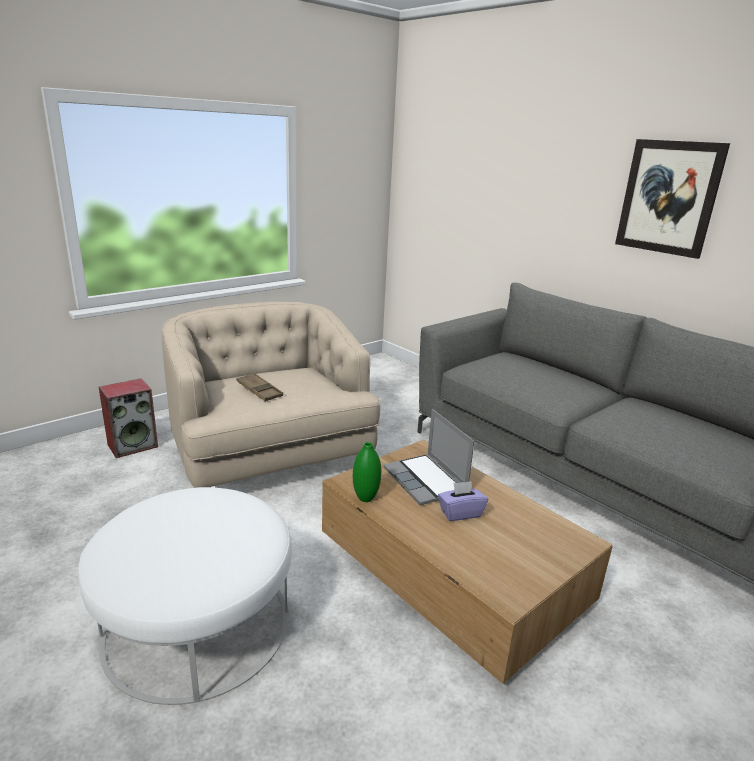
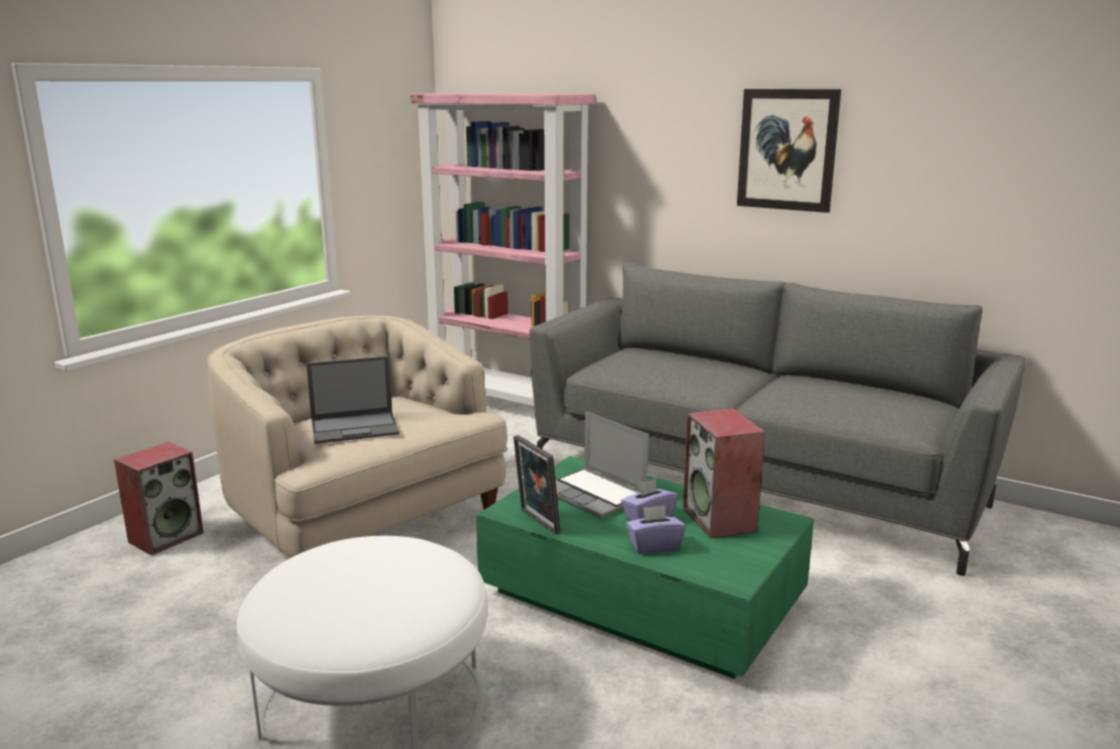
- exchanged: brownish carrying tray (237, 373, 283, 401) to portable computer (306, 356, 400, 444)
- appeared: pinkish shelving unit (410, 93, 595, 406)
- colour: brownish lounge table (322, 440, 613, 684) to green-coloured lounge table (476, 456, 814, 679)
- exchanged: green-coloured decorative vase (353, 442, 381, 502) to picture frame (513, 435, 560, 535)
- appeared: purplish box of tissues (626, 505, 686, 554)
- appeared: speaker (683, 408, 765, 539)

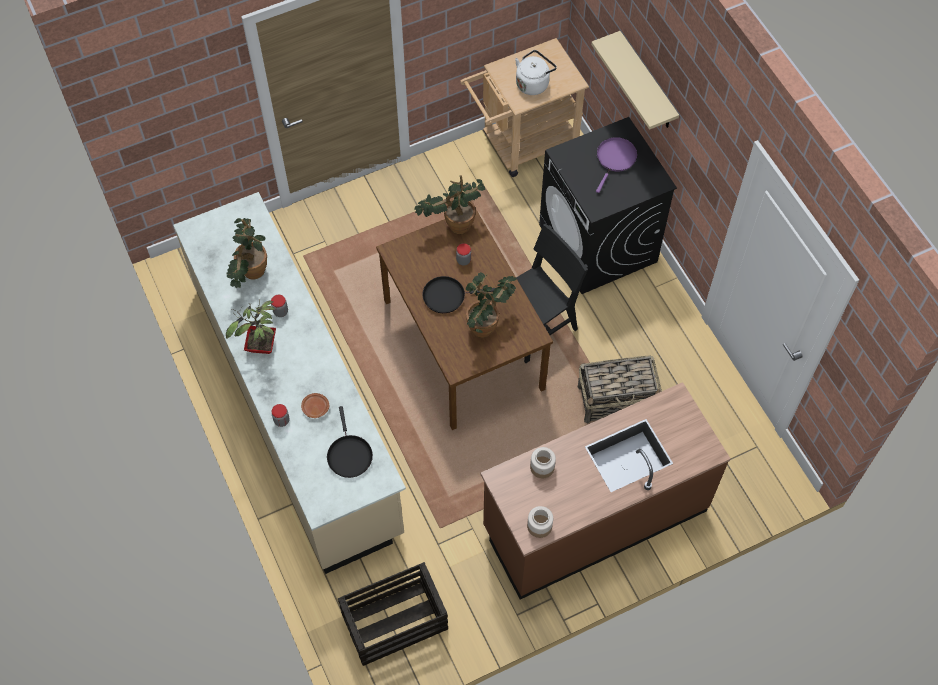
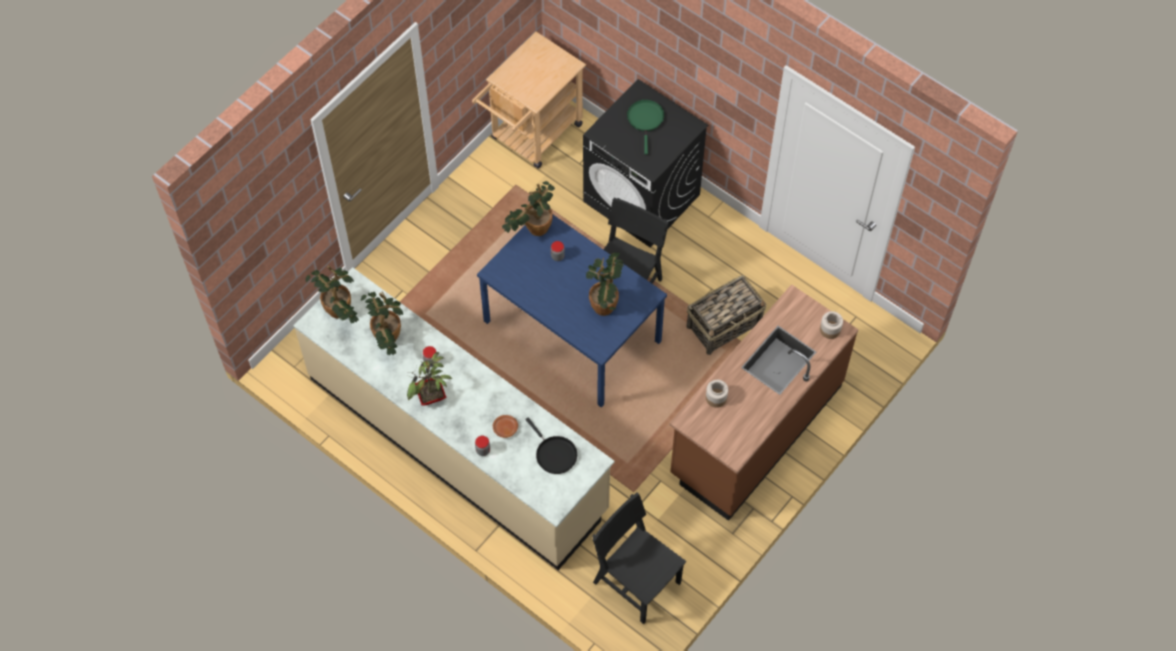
- appeared: houseplant (306, 265, 359, 324)
- colour: brownish kitchen table (376, 208, 553, 430) to bluish kitchen table (477, 215, 667, 407)
- exchanged: packing crate (338, 562, 448, 666) to black-coloured plain chair (592, 493, 686, 624)
- colour: purplish frying pan (596, 137, 638, 193) to green-coloured frying pan (627, 99, 664, 155)
- relocated: storage jar (527, 506, 553, 538) to (820, 311, 843, 339)
- missing: black-coloured frying pan (423, 276, 496, 313)
- missing: white-coloured tea kettle (515, 50, 557, 95)
- missing: beige-coloured bracket shelf (591, 31, 679, 130)

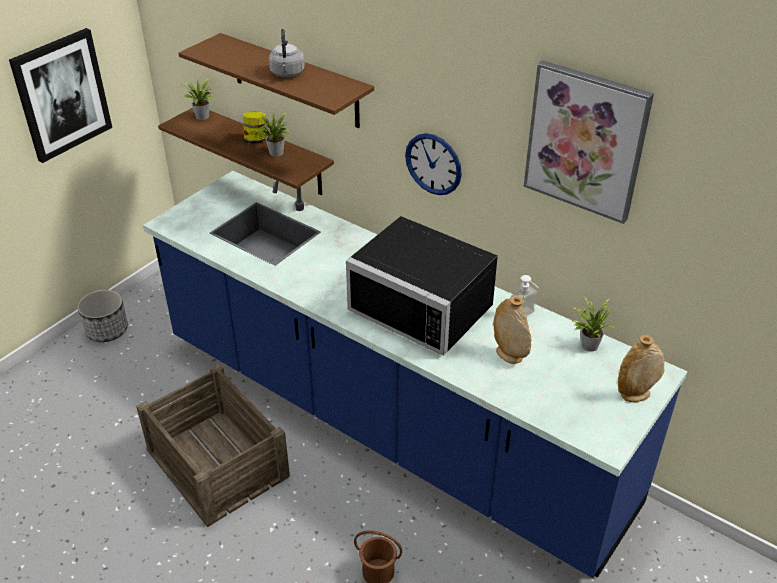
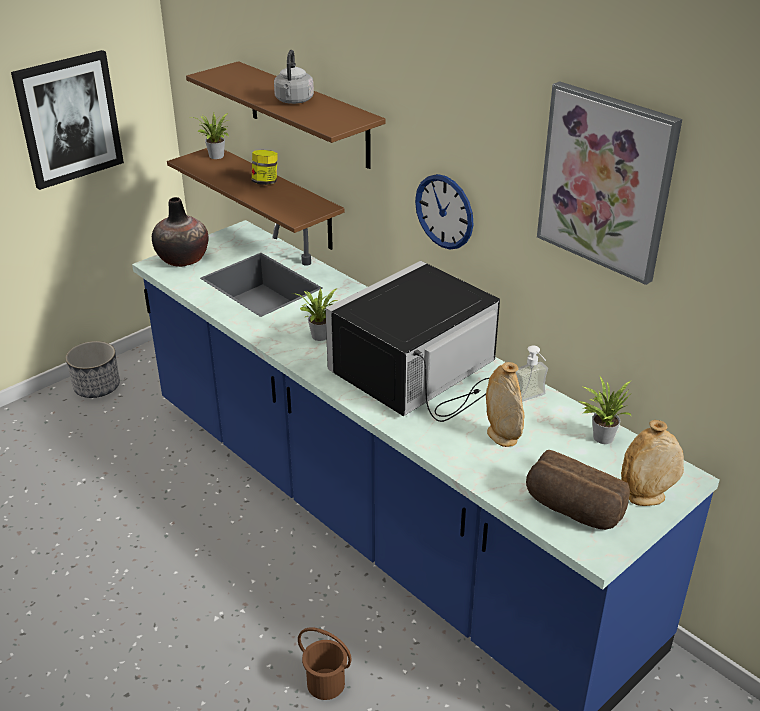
- appeared: decorative vase (152, 197, 208, 267)
- relocated: houseplant (251, 112, 290, 157) to (292, 288, 338, 341)
- spun: black-coloured kitchen microwave (346, 216, 498, 356) = (325, 261, 500, 422) 90 degrees clockwise
- appeared: baked bread (526, 450, 630, 530)
- missing: packing crate (136, 364, 290, 527)

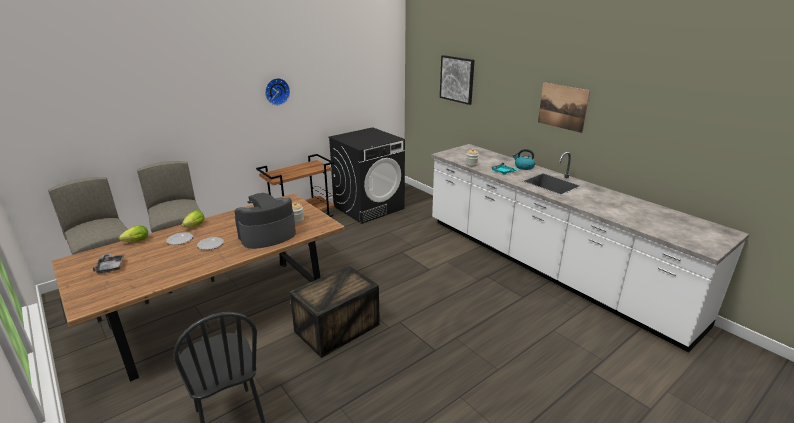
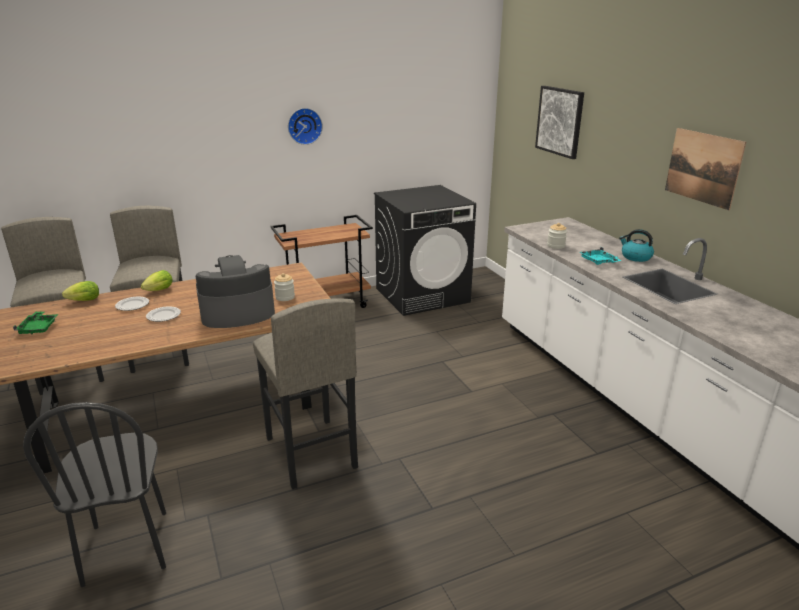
- colour: greyish carrying tray (93, 254, 125, 274) to green-coloured carrying tray (13, 312, 58, 335)
- exchanged: packing crate (289, 266, 380, 358) to greyish sitting stool (253, 298, 358, 489)

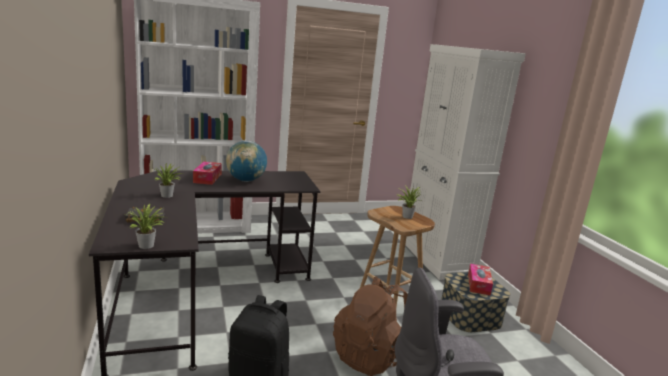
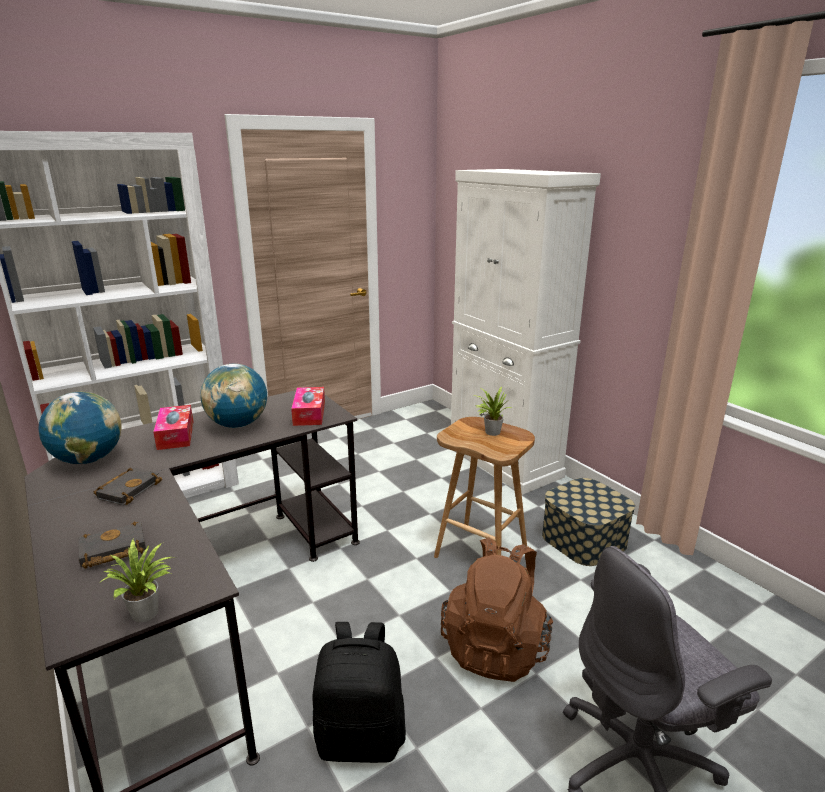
- appeared: desk globe (38, 391, 122, 464)
- exchanged: houseplant (154, 163, 182, 198) to black-coloured book (94, 468, 162, 505)
- relocated: box of tissues (468, 264, 493, 296) to (291, 387, 325, 426)

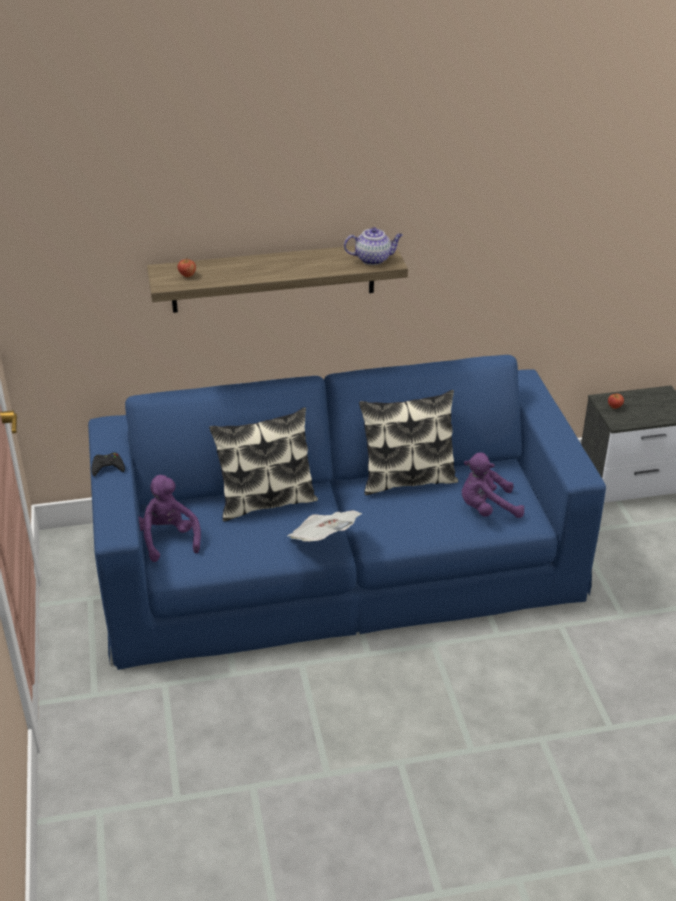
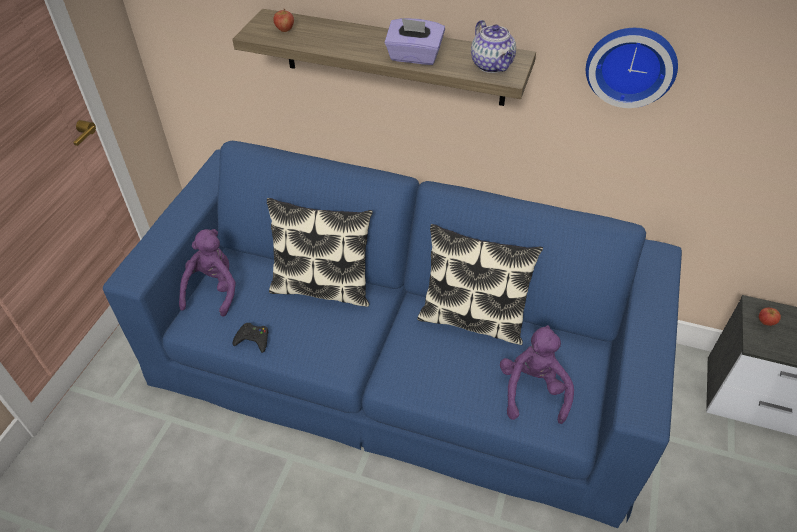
- relocated: black-coloured game controller (92, 453, 125, 477) to (232, 323, 268, 353)
- appeared: purplish box of tissues (385, 18, 445, 65)
- spun: pot for tea (344, 227, 403, 265) = (471, 20, 516, 73) 45 degrees clockwise
- spun: purplish plush toy (461, 452, 524, 518) = (500, 325, 574, 424) 75 degrees clockwise
- appeared: hanging clock (586, 28, 678, 108)
- missing: daily paper (287, 510, 362, 541)

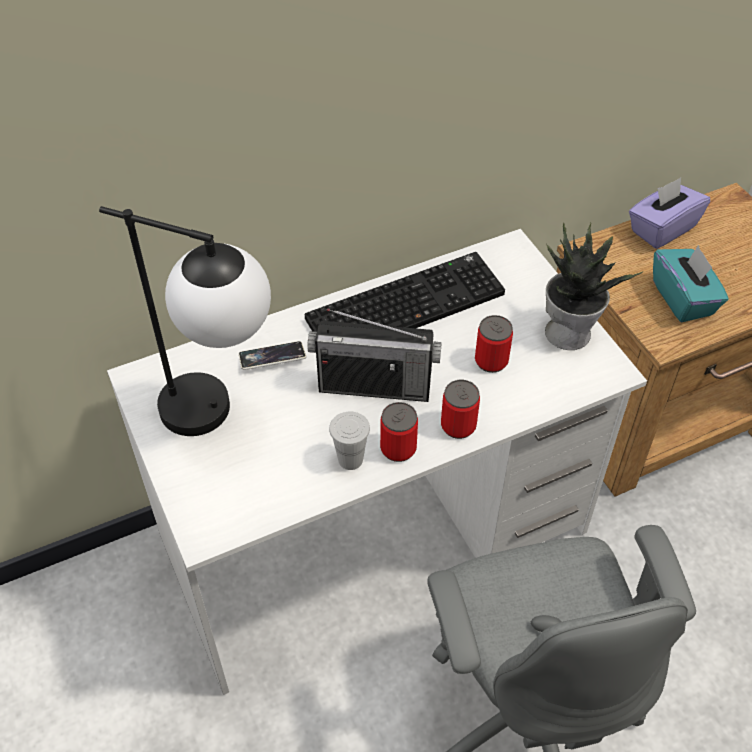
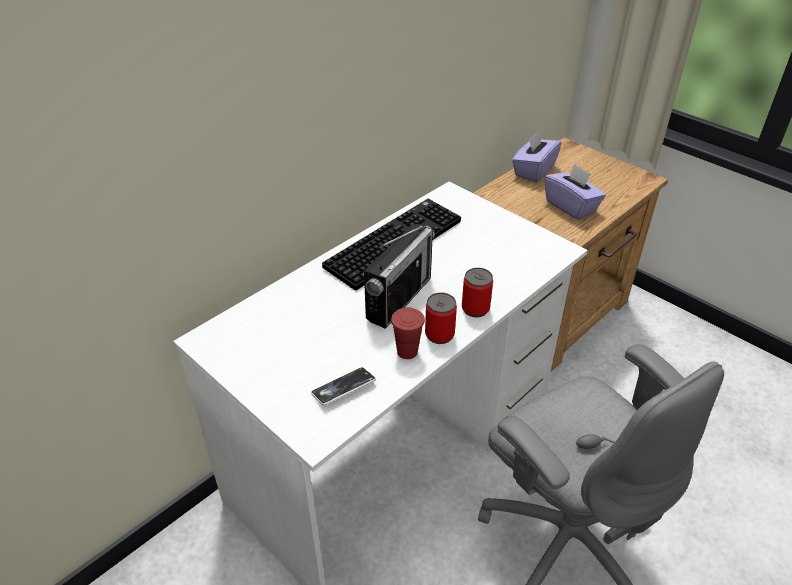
- relocated: phone (238, 341, 306, 370) to (311, 367, 376, 405)
- spun: radio set (307, 308, 442, 402) = (364, 224, 435, 329) 45 degrees counterclockwise
- colour: white-coloured drinking cup (329, 412, 370, 470) to reddish drinking cup (391, 308, 425, 359)
- colour: turquoise box of tissues (653, 245, 729, 322) to purplish box of tissues (544, 164, 606, 220)
- missing: tabletop lamp (99, 206, 271, 436)
- missing: metal can (475, 315, 513, 373)
- missing: houseplant (545, 222, 643, 350)

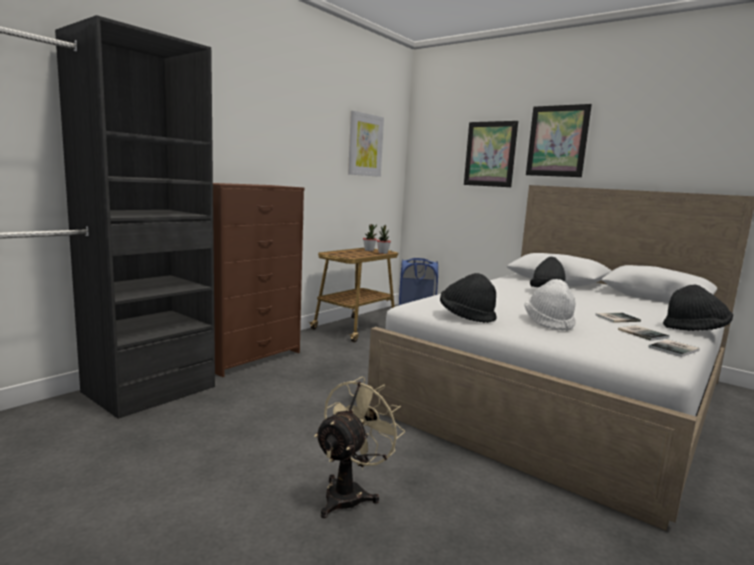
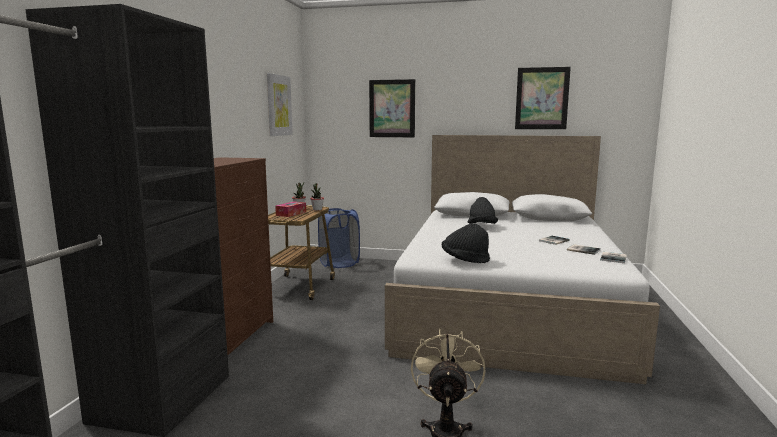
- appeared: box of tissues (275, 201, 306, 217)
- relocated: wall picture (526, 104, 592, 177) to (515, 67, 571, 129)
- missing: white-coloured wearable hat (525, 279, 575, 331)
- missing: black-coloured wearable hat (663, 284, 733, 331)

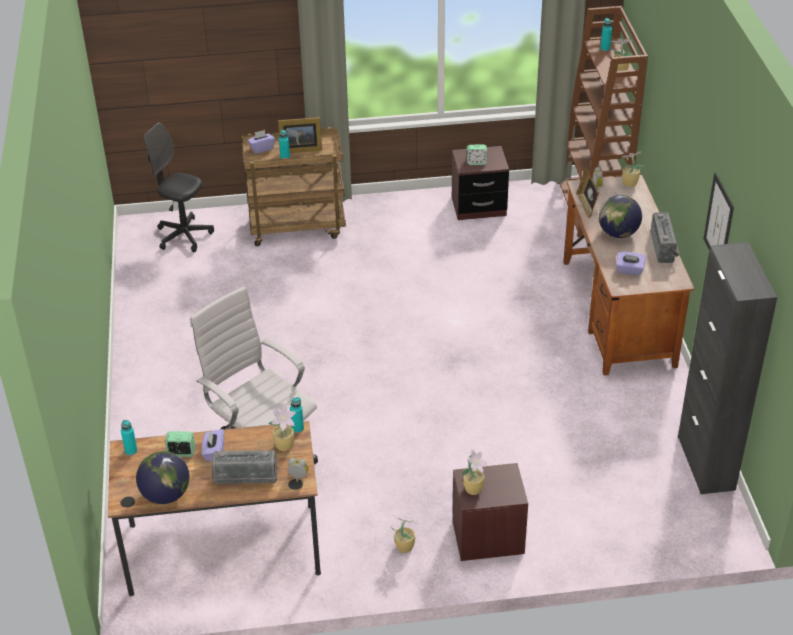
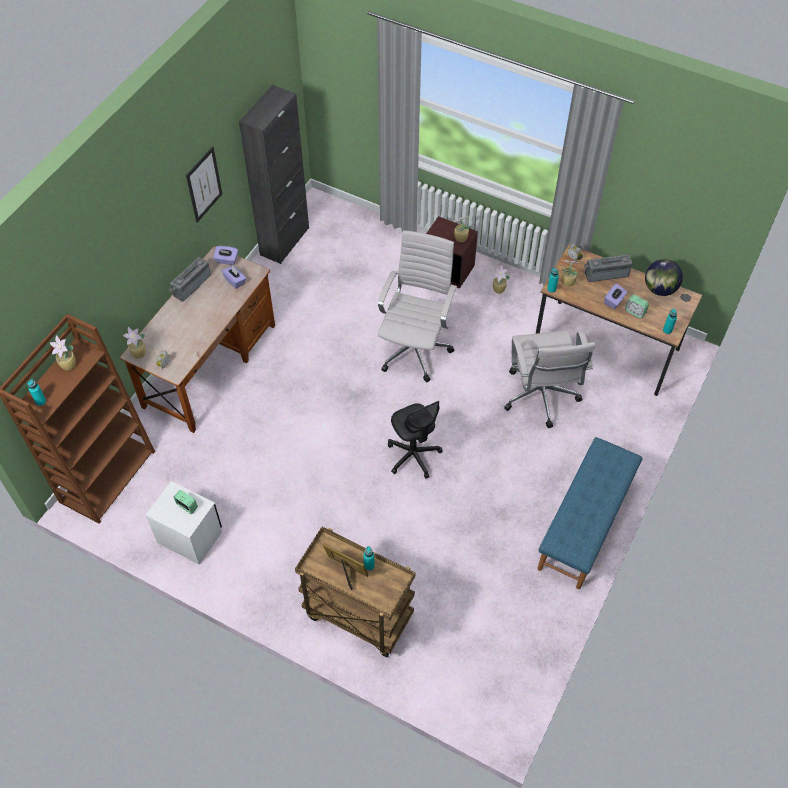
- colour: brownish bedside table (452, 146, 509, 220) to white-coloured bedside table (146, 481, 222, 565)
- relocated: purplish box of tissues (247, 130, 275, 154) to (213, 246, 238, 265)
- appeared: white-coloured desk chair (378, 230, 457, 382)
- relocated: black-coloured desk chair (144, 123, 214, 252) to (388, 401, 443, 479)
- appeared: bluish long seat (537, 437, 643, 589)
- spun: radio set (211, 450, 277, 484) = (584, 254, 632, 282) 45 degrees counterclockwise
- missing: picture frame (576, 168, 599, 219)
- missing: desk globe (599, 195, 642, 238)

